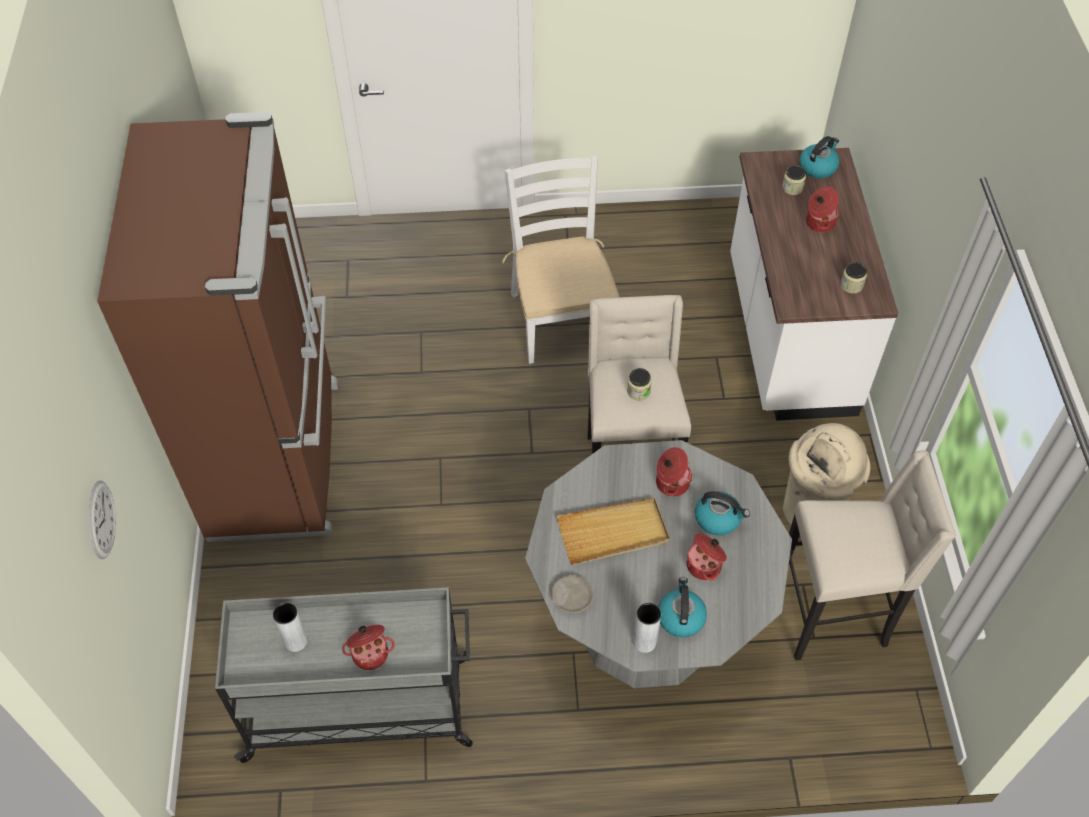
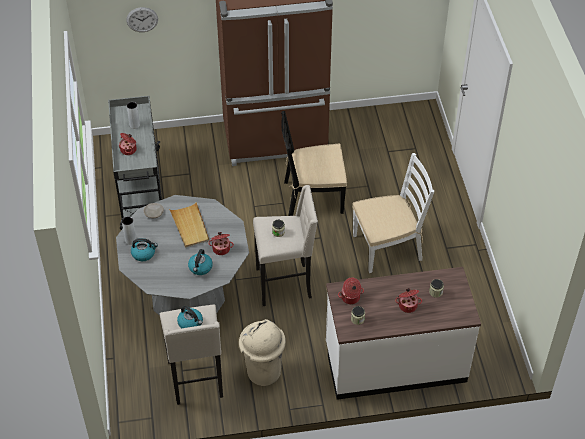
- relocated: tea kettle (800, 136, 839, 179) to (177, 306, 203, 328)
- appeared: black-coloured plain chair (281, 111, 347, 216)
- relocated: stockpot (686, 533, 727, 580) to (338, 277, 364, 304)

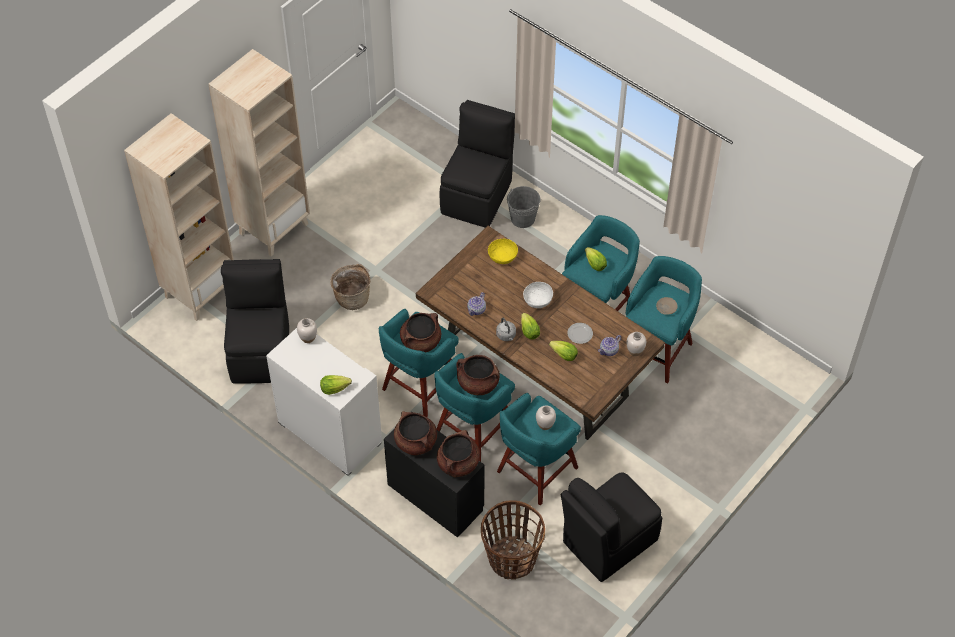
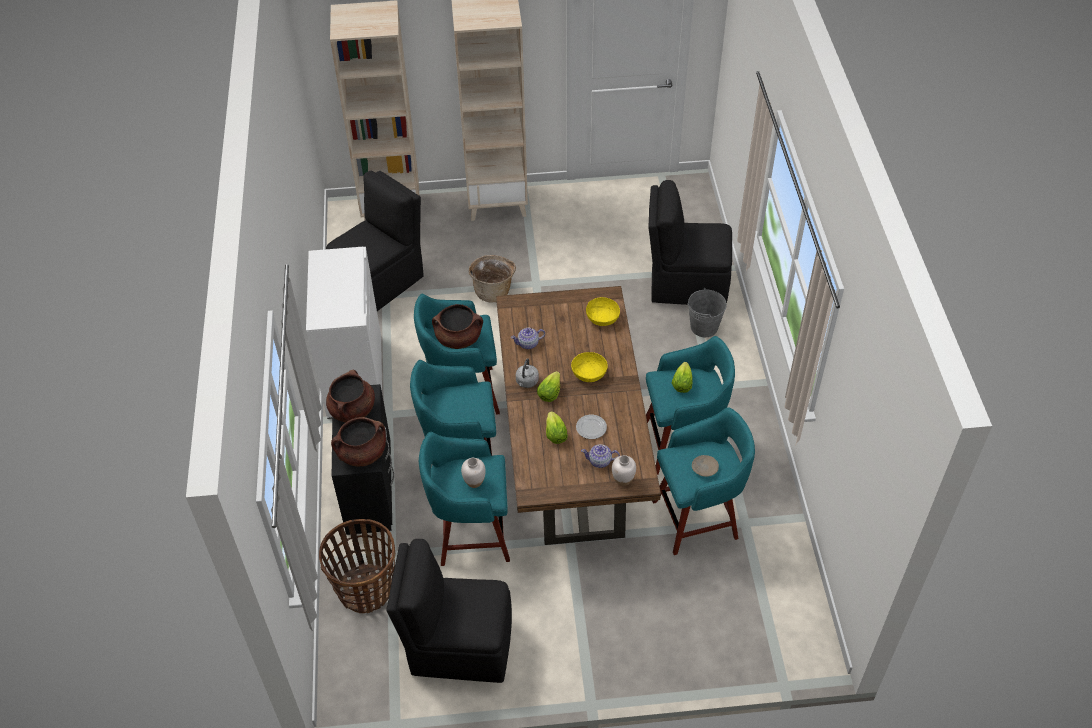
- colour: white-coloured deep dish (523, 282, 553, 308) to yellow deep dish (571, 352, 608, 382)
- spun: black-coloured plain chair (440, 100, 515, 228) = (648, 180, 732, 305) 150 degrees counterclockwise
- missing: white-coloured decorative vase (297, 318, 317, 343)
- missing: head of lettuce (320, 375, 352, 395)
- missing: brownish stockpot (456, 355, 500, 395)

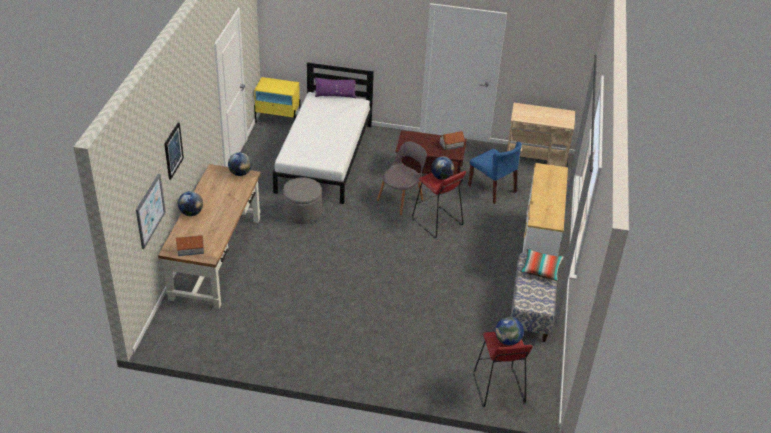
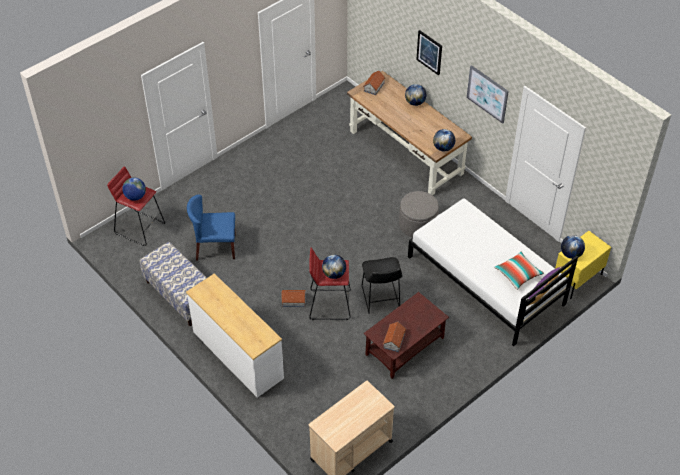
- relocated: bluish plain chair (468, 142, 522, 204) to (187, 195, 236, 261)
- appeared: miniature house (281, 290, 306, 307)
- exchanged: greyish plain chair (377, 141, 427, 215) to black-coloured sitting stool (361, 257, 403, 314)
- relocated: wall picture (136, 174, 166, 249) to (467, 65, 509, 124)
- relocated: cushion (520, 249, 564, 281) to (494, 252, 544, 290)
- appeared: desk globe (561, 235, 585, 259)

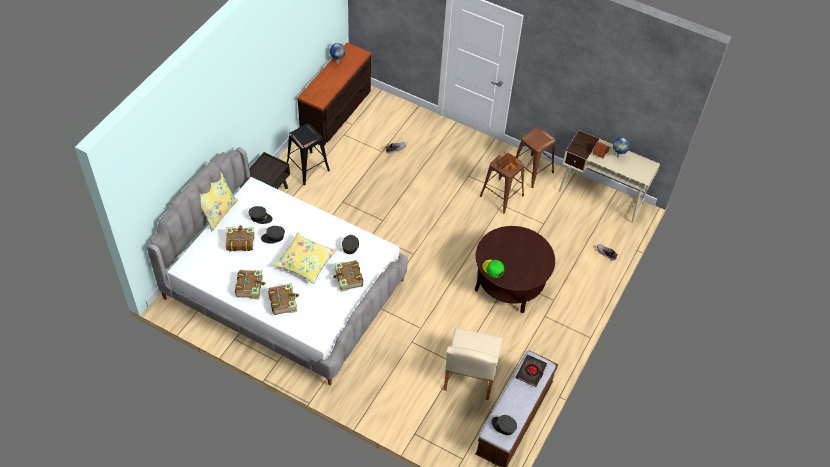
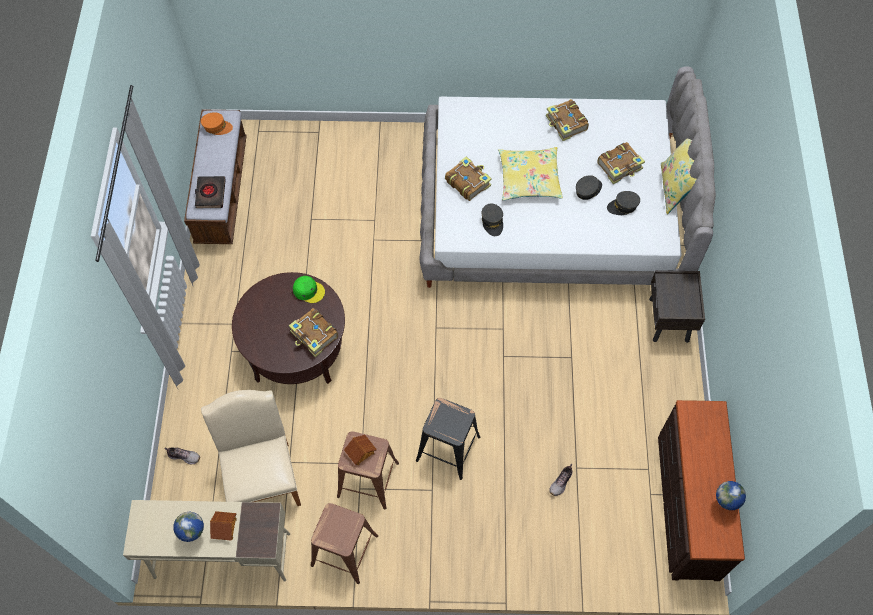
- colour: greyish cap (491, 415, 517, 435) to orange cap (201, 112, 233, 135)
- relocated: beige-coloured plain chair (444, 328, 502, 400) to (201, 390, 301, 506)
- relocated: book (268, 283, 300, 315) to (289, 308, 338, 357)
- relocated: black-coloured sitting stool (287, 124, 330, 185) to (416, 398, 480, 480)

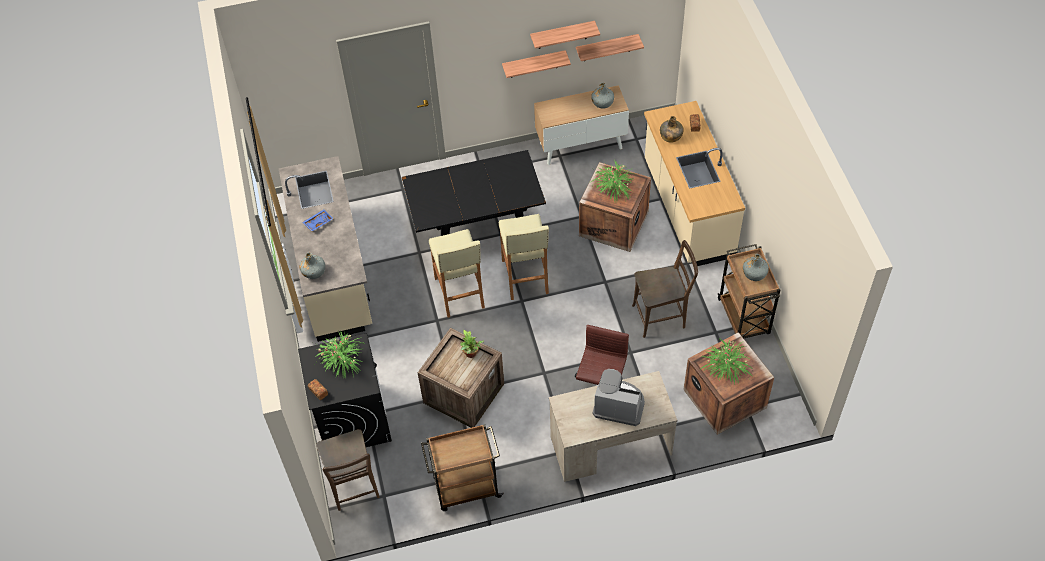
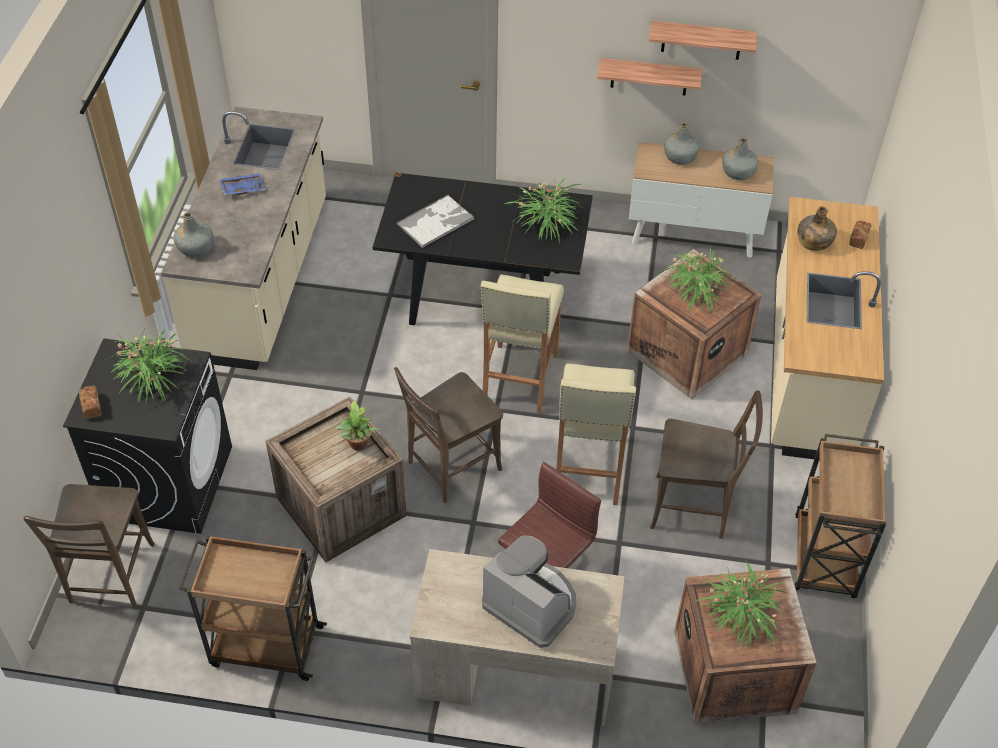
- appeared: brownish plain chair (394, 367, 503, 503)
- appeared: carrying tray (396, 194, 475, 248)
- appeared: houseplant (505, 178, 584, 244)
- relocated: beige-coloured sitting stool (429, 229, 485, 318) to (556, 363, 636, 505)
- relocated: greyish beverage bottle (743, 254, 769, 281) to (664, 122, 699, 165)
- missing: bracket shelf (576, 34, 644, 61)

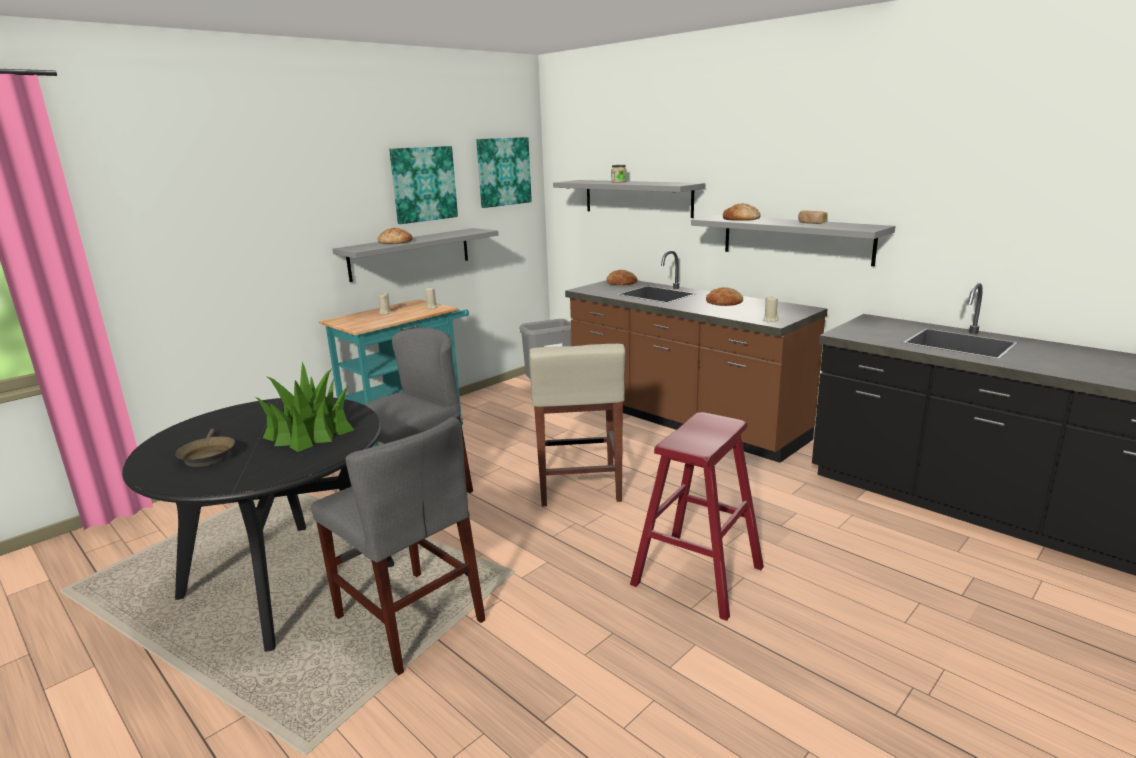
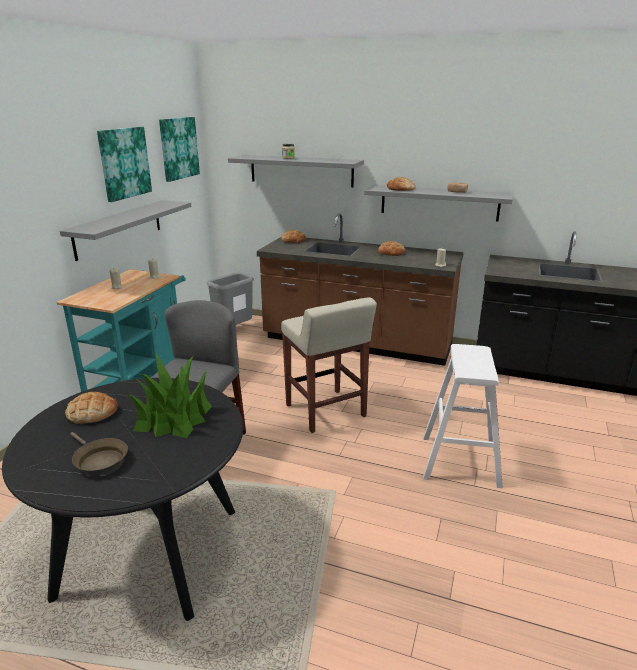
- relocated: baked bread (378, 228, 413, 244) to (65, 392, 118, 424)
- colour: reddish sitting stool (630, 412, 764, 621) to white-coloured sitting stool (423, 344, 503, 488)
- missing: greyish plain chair (311, 417, 486, 676)

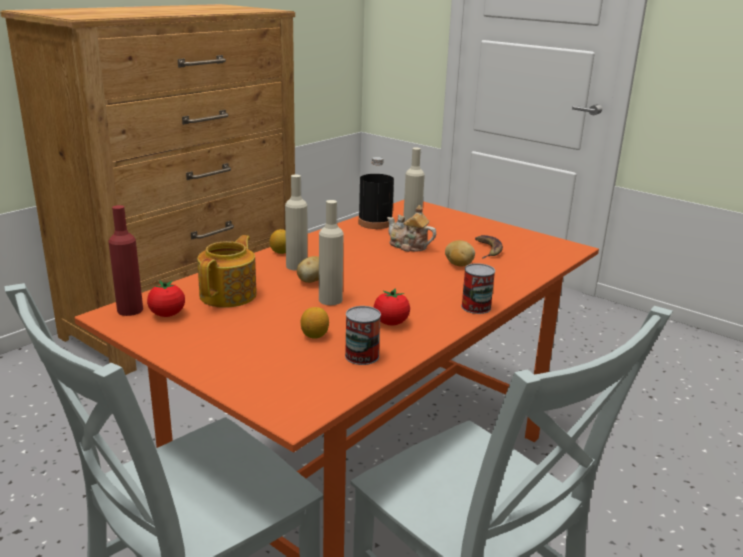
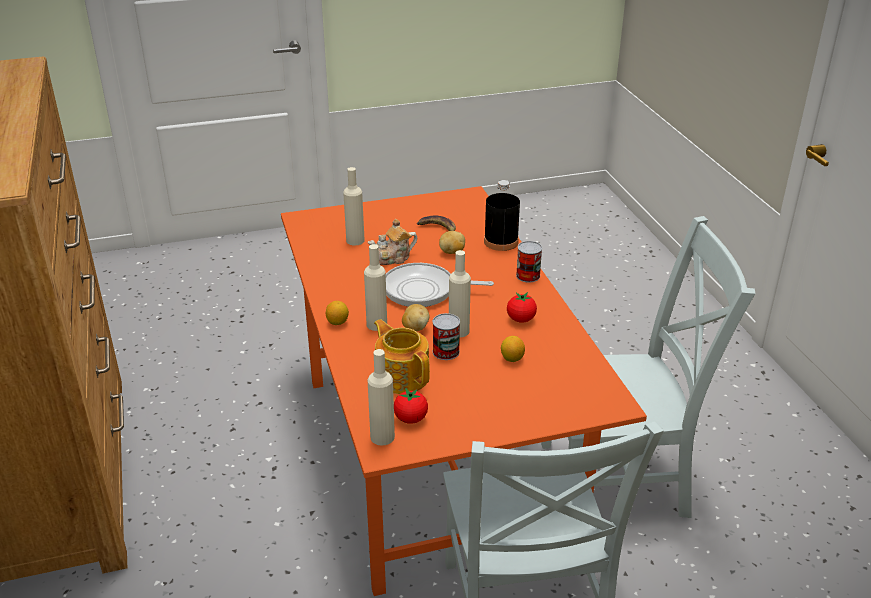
- colour: reddish beverage bottle (108, 205, 143, 316) to beige-coloured beverage bottle (368, 349, 395, 445)
- appeared: frying pan (386, 263, 494, 307)
- relocated: metal can (345, 306, 381, 365) to (433, 313, 460, 360)
- relocated: black-coloured beverage bottle (358, 157, 394, 229) to (484, 180, 520, 251)

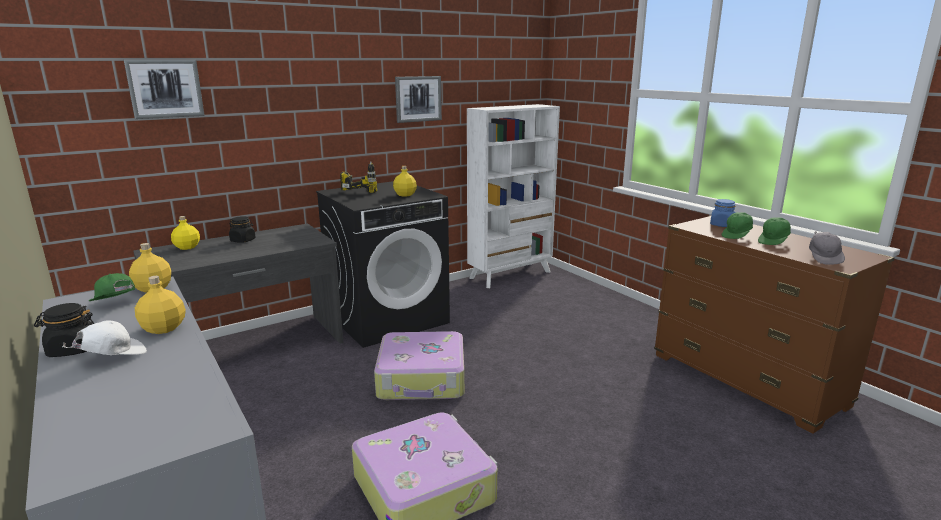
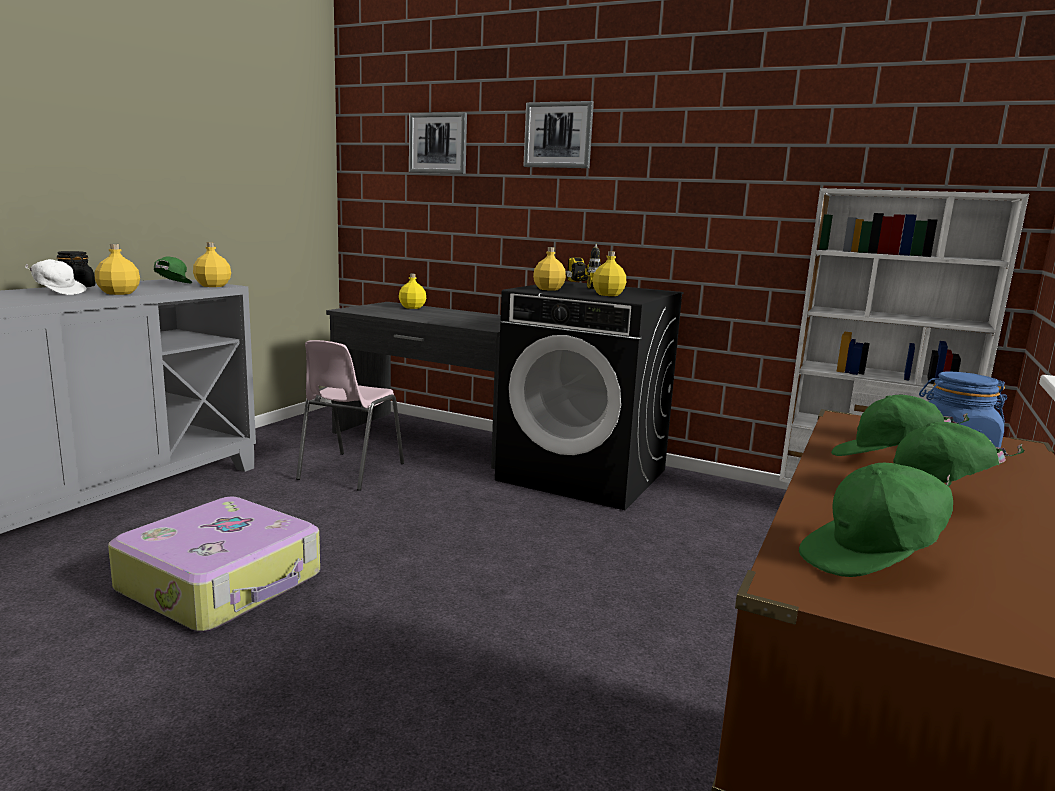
- appeared: pinkish plain chair (296, 340, 404, 491)
- relocated: wall picture (395, 76, 442, 123) to (523, 101, 594, 168)
- appeared: yellow beverage bottle (533, 247, 566, 291)
- colour: greyish cap (809, 232, 845, 265) to green-coloured cap (799, 463, 953, 577)
- missing: black-coloured storage jar (229, 216, 256, 243)
- missing: piece of luggage (374, 331, 464, 400)

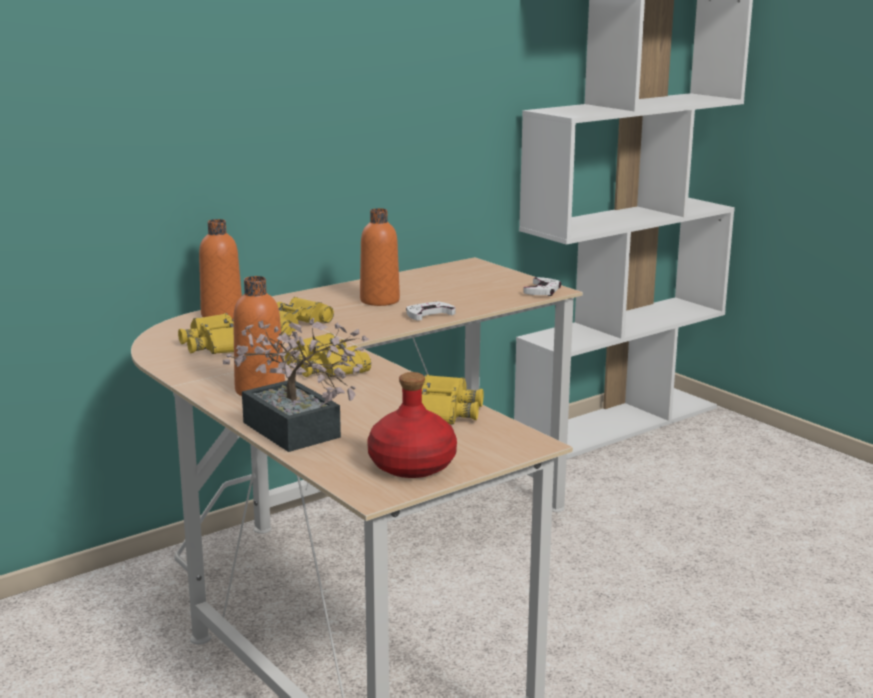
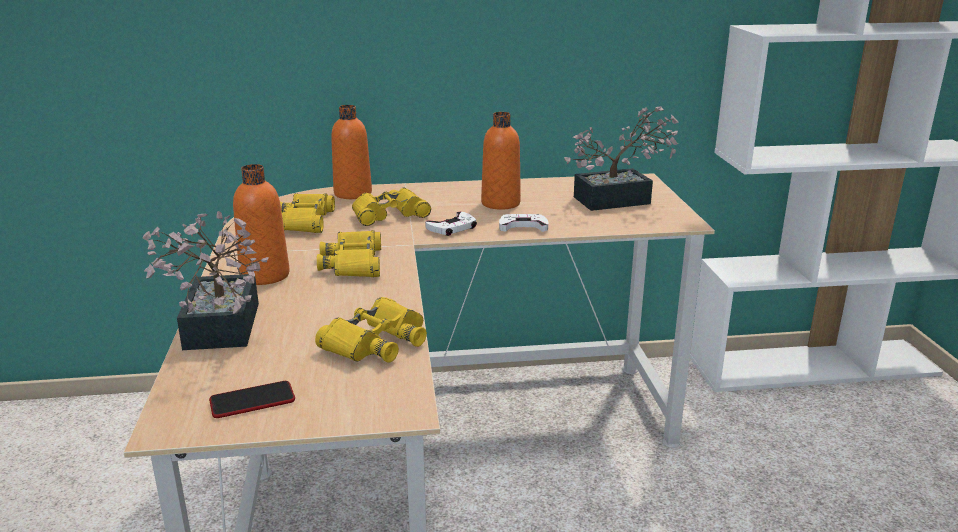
- exchanged: reddish beverage bottle (367, 372, 457, 478) to phone (209, 381, 295, 418)
- relocated: white-coloured game controller (523, 277, 561, 296) to (425, 212, 477, 236)
- appeared: houseplant (564, 107, 679, 211)

